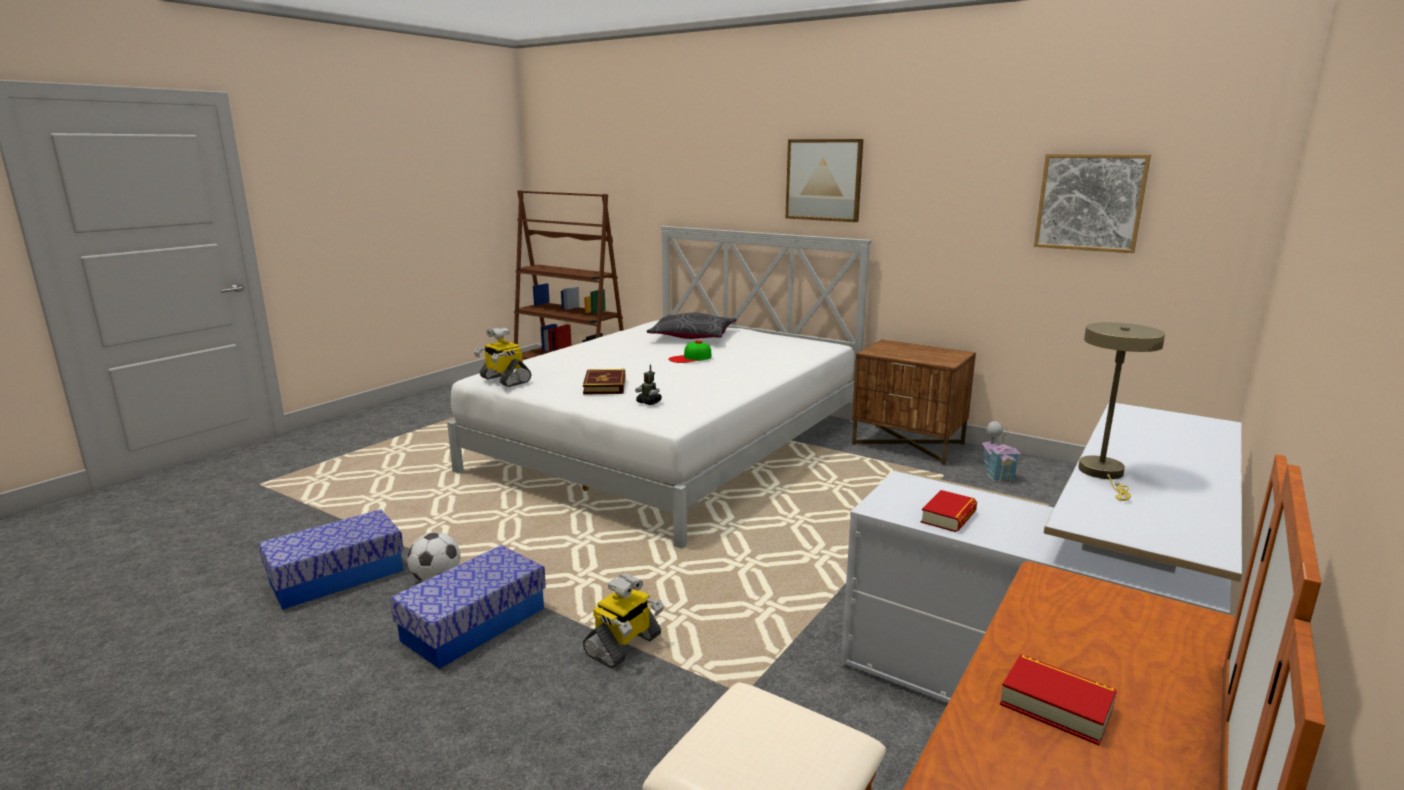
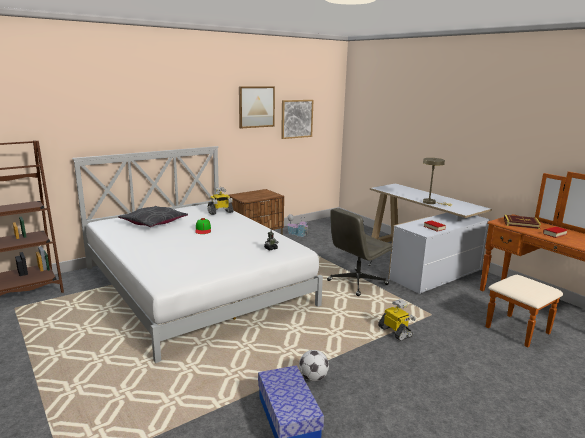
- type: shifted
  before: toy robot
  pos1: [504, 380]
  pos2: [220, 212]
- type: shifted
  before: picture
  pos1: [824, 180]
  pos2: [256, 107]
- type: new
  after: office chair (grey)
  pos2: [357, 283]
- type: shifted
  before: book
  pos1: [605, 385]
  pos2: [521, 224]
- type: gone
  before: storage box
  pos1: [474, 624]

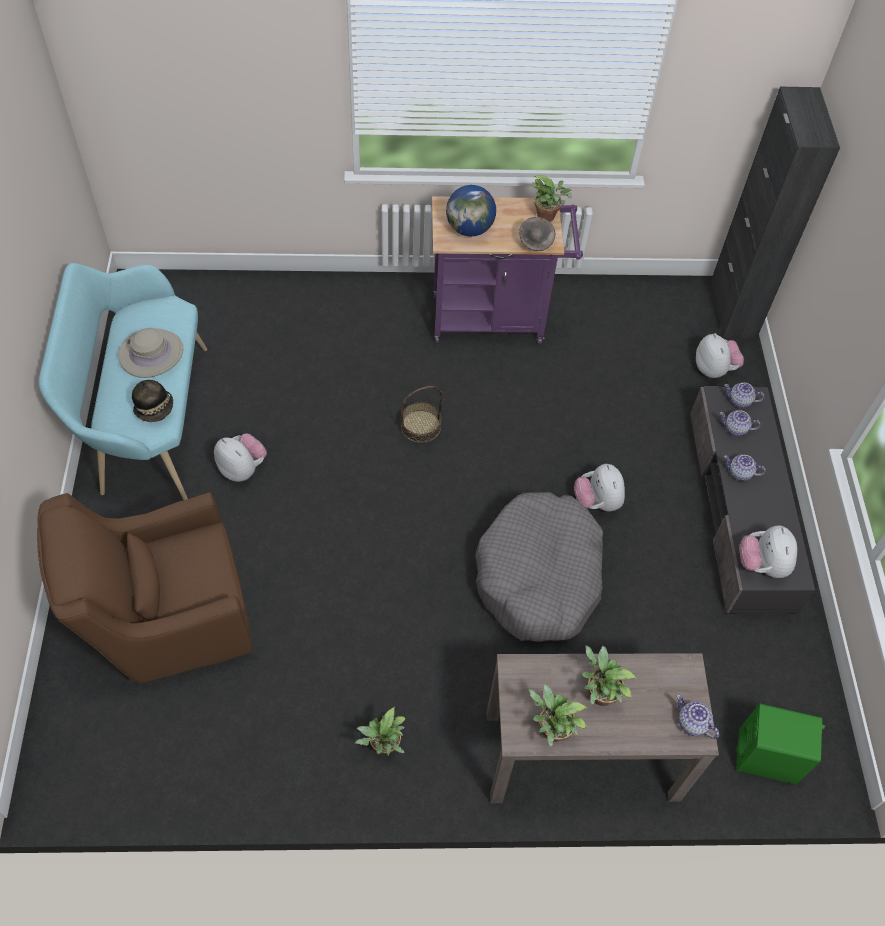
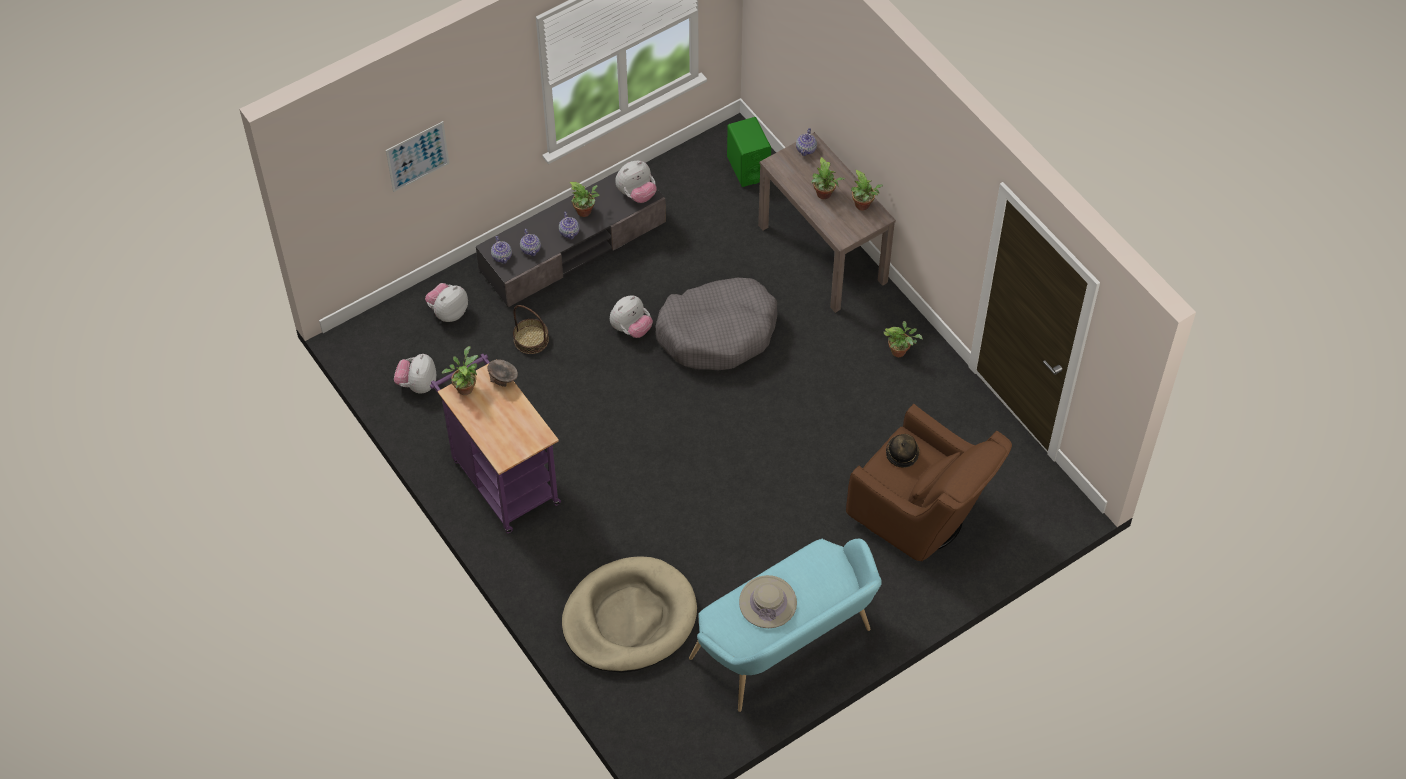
- type: new
  after: picture
  pos2: [417, 156]
- type: shifted
  before: plush toy
  pos1: [242, 468]
  pos2: [417, 384]
- type: shifted
  before: basket
  pos1: [420, 426]
  pos2: [531, 339]
- type: new
  after: dog bed (beige)
  pos2: [629, 618]
- type: new
  after: potted plant
  pos2: [585, 212]
- type: shifted
  before: hat
  pos1: [155, 408]
  pos2: [902, 453]
- type: gone
  before: globe
  pos1: [470, 229]
- type: gone
  before: cabinet (black)
  pos1: [733, 309]

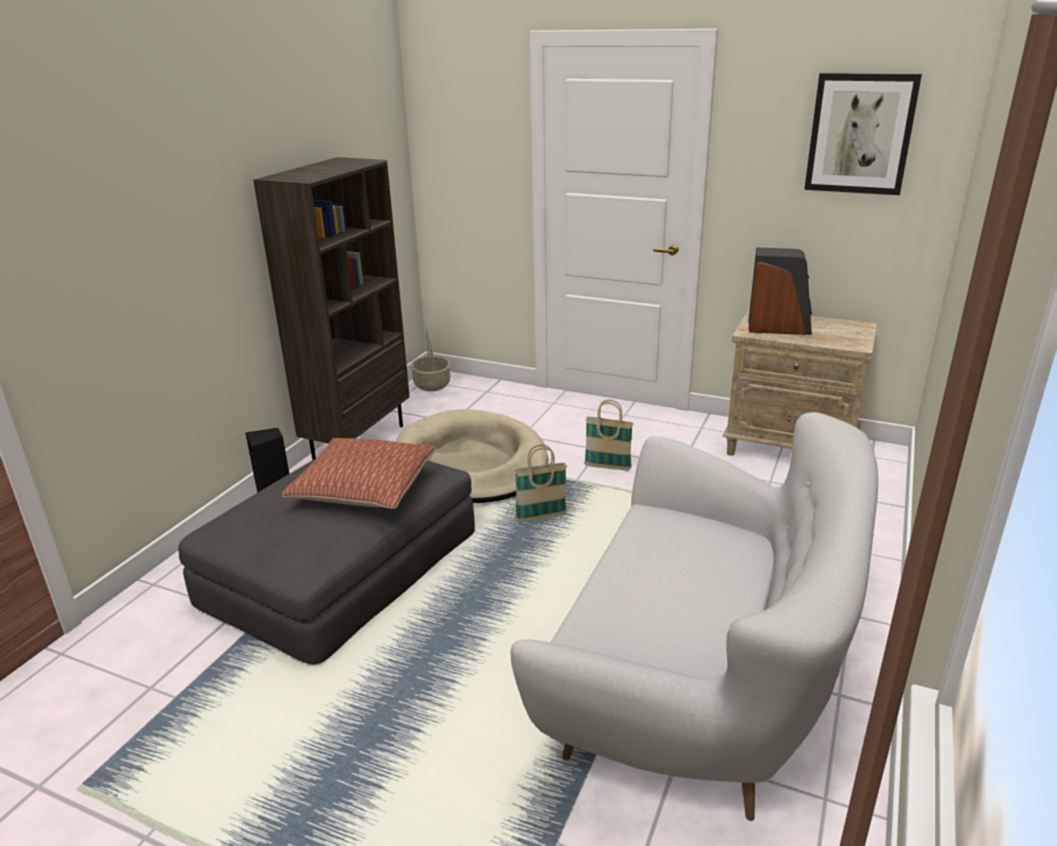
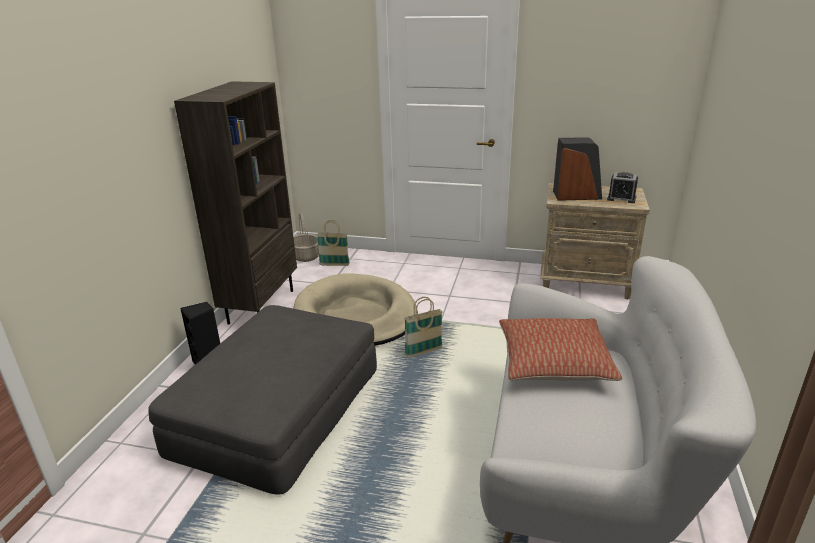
- type: shifted
  before: basket
  pos1: [607, 467]
  pos2: [334, 265]
- type: shifted
  before: pillow
  pos1: [364, 488]
  pos2: [553, 362]
- type: new
  after: alarm clock
  pos2: [621, 198]
- type: gone
  before: picture
  pos1: [860, 134]

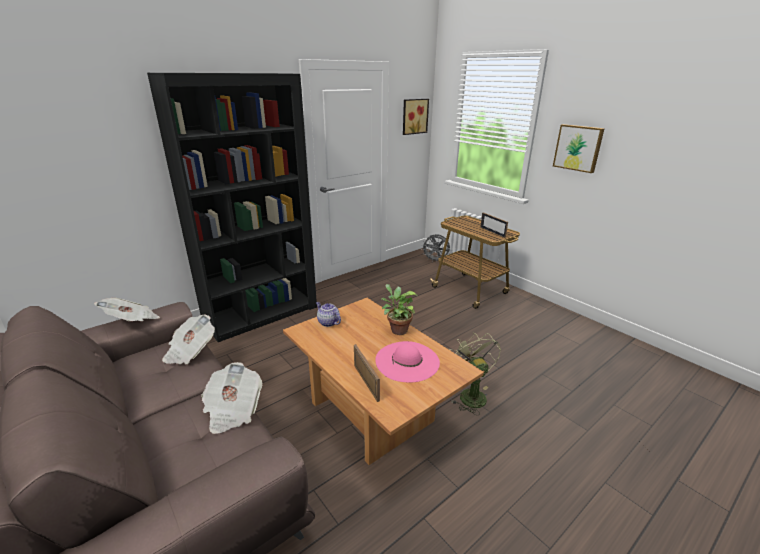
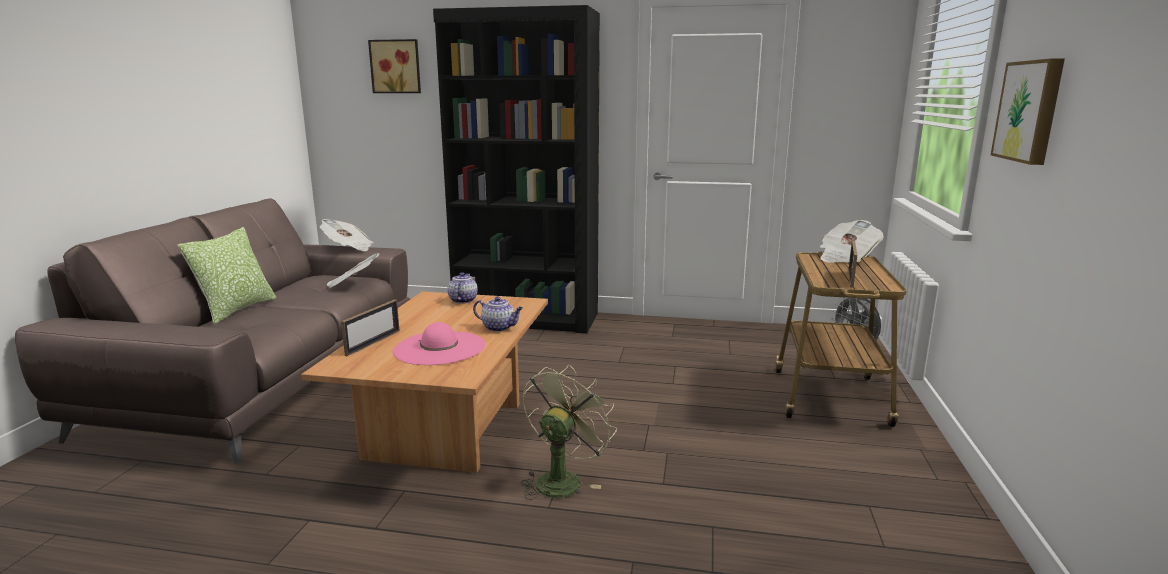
- type: new
  after: pillow
  pos2: [236, 309]
- type: shifted
  before: picture
  pos1: [414, 116]
  pos2: [396, 66]
- type: swapped
  before: potted plant
  after: teapot
  pos1: [397, 330]
  pos2: [499, 328]
- type: shifted
  before: newspaper
  pos1: [233, 410]
  pos2: [846, 258]

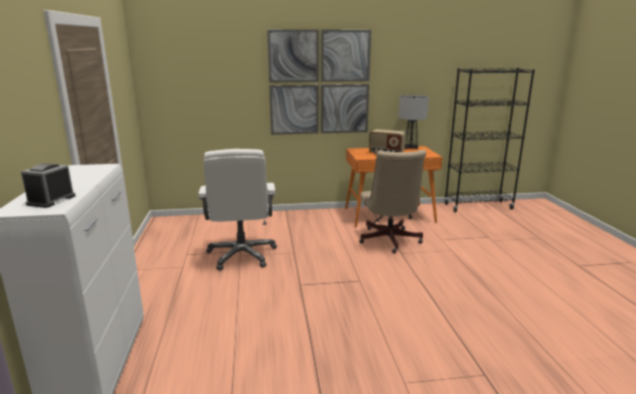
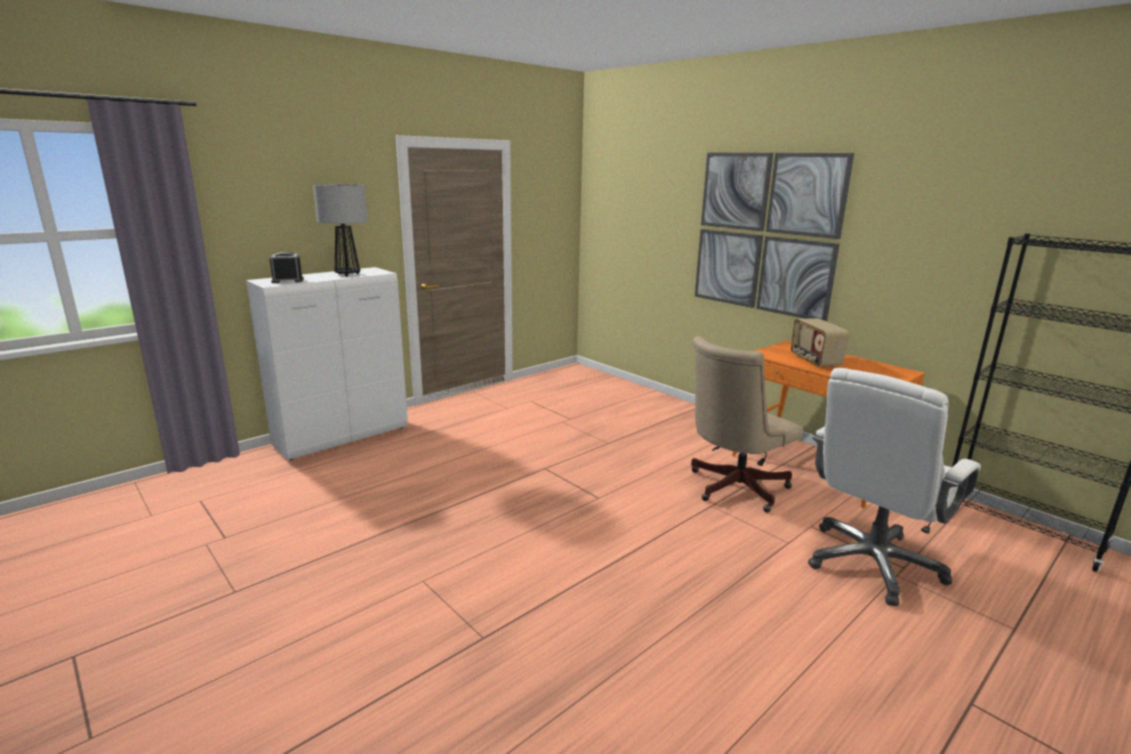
- type: shifted
  before: table lamp
  pos1: [410, 148]
  pos2: [348, 274]
- type: shifted
  before: office chair (white)
  pos1: [242, 255]
  pos2: [872, 563]

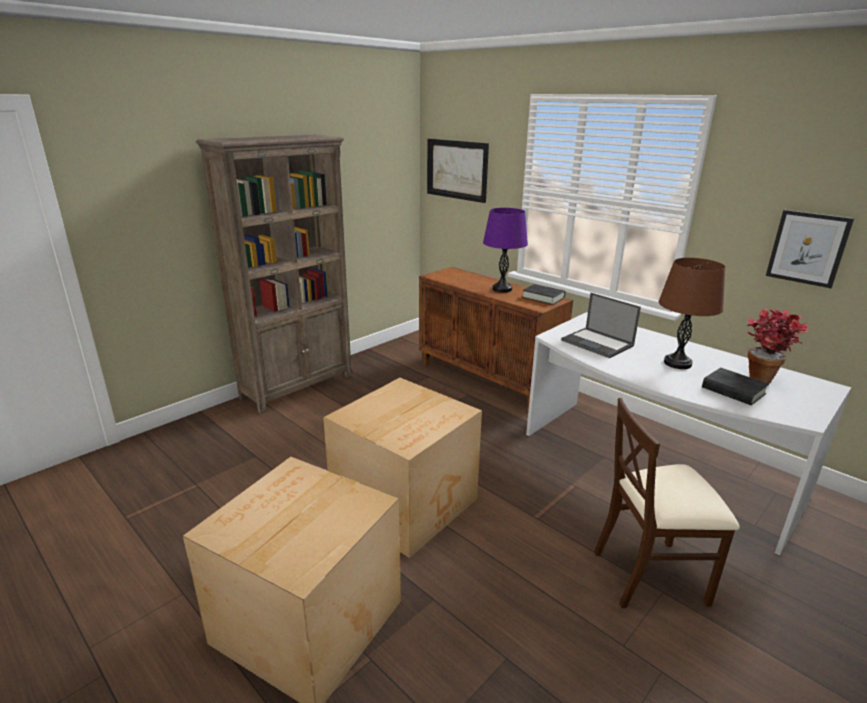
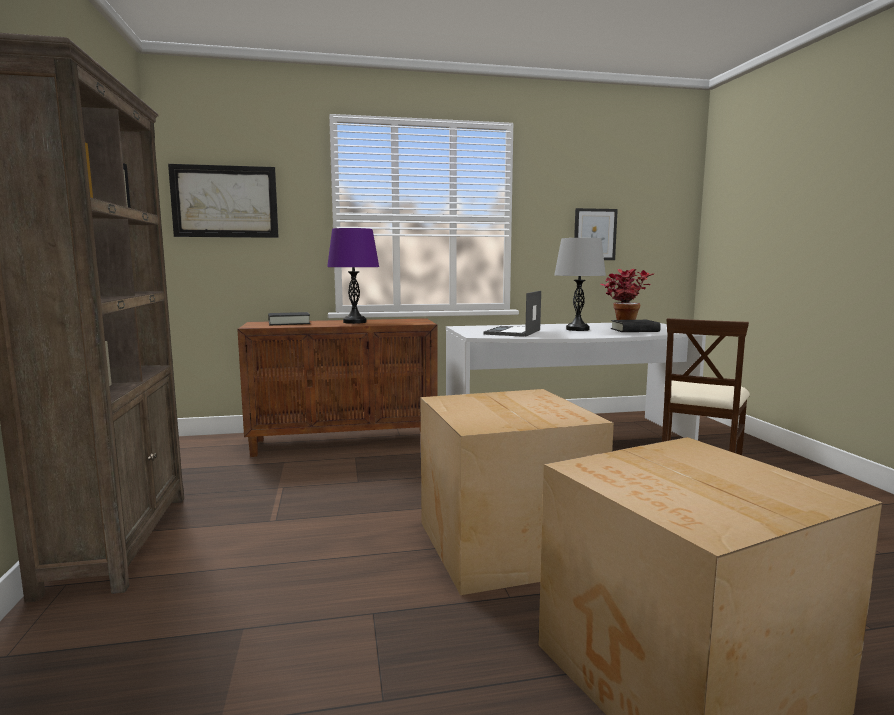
- type: shifted
  before: book (black)
  pos1: [543, 298]
  pos2: [289, 323]
- type: rotated
  before: laptop
  pos1: [598, 343]
  pos2: [512, 332]
  turn: 120
- type: repainted
  before: table lamp (brown)
  after: table lamp (grey)
  pos1: [677, 363]
  pos2: [577, 329]

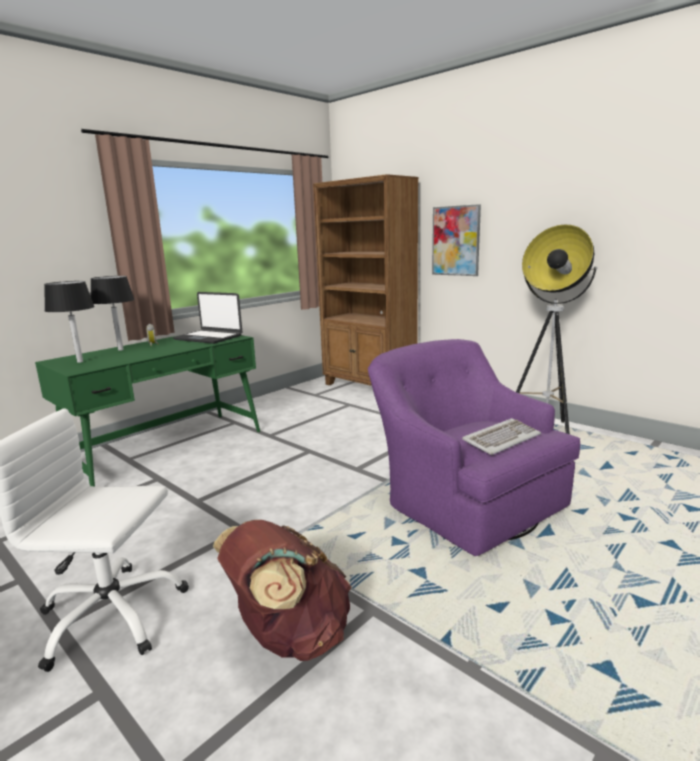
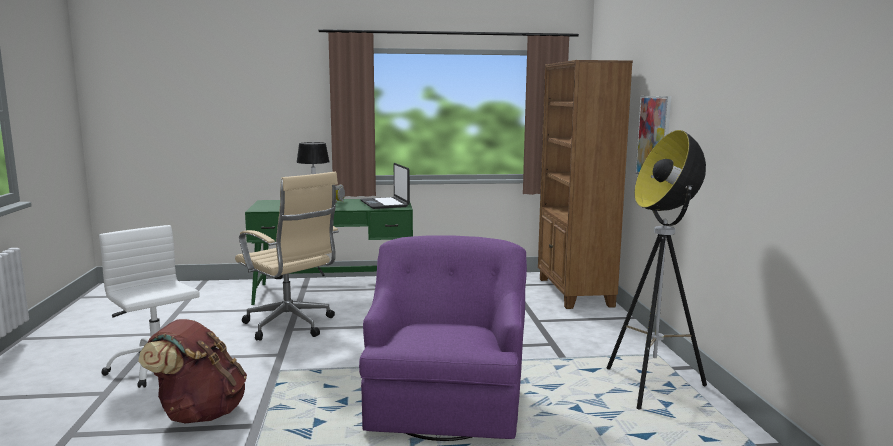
- type: new
  after: office chair (beige)
  pos2: [291, 326]
- type: gone
  before: table lamp (black)
  pos1: [80, 362]
- type: gone
  before: keyboard
  pos1: [501, 439]

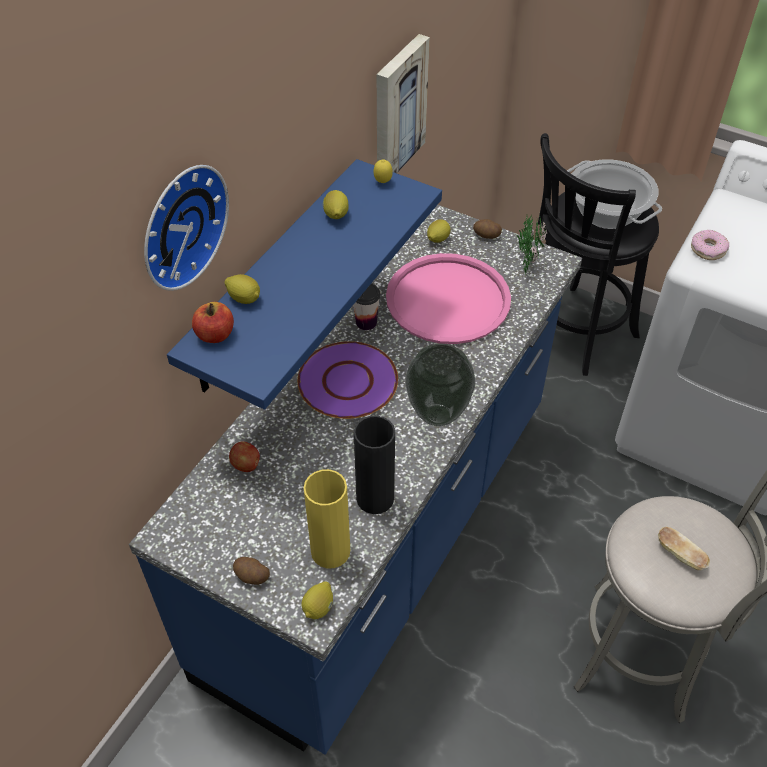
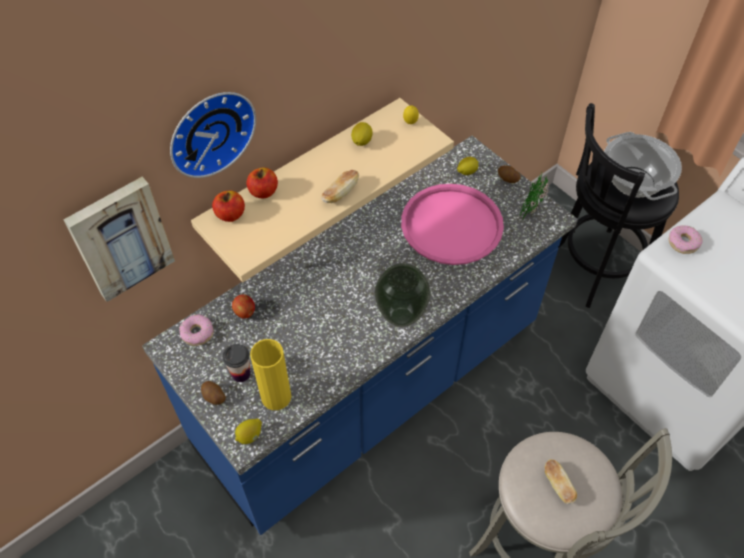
- type: shifted
  before: picture
  pos1: [397, 108]
  pos2: [120, 238]
- type: new
  after: donut
  pos2: [197, 333]
- type: repainted
  before: shelf (blue)
  after: shelf (beige)
  pos1: [274, 278]
  pos2: [303, 178]
- type: shifted
  before: cup
  pos1: [366, 322]
  pos2: [241, 373]
- type: swapped
  before: lemon
  after: apple
  pos1: [244, 298]
  pos2: [263, 192]
- type: new
  after: bread
  pos2: [340, 193]
- type: gone
  before: plate (purple)
  pos1: [348, 382]
- type: gone
  before: vase (black)
  pos1: [375, 498]

